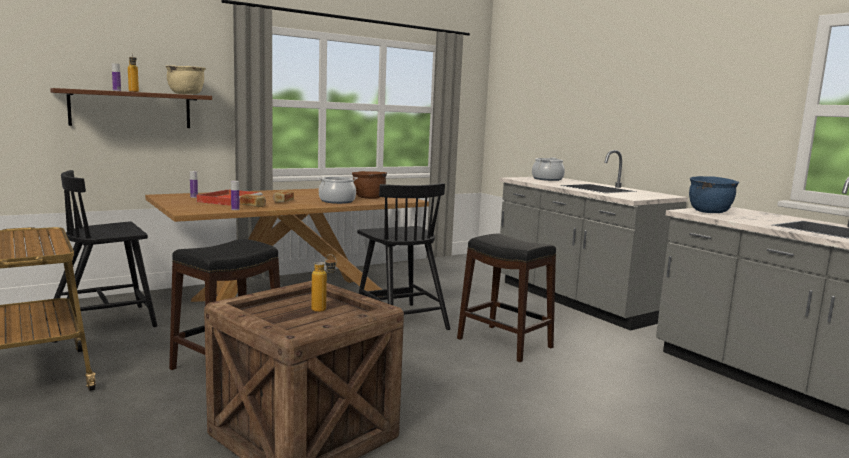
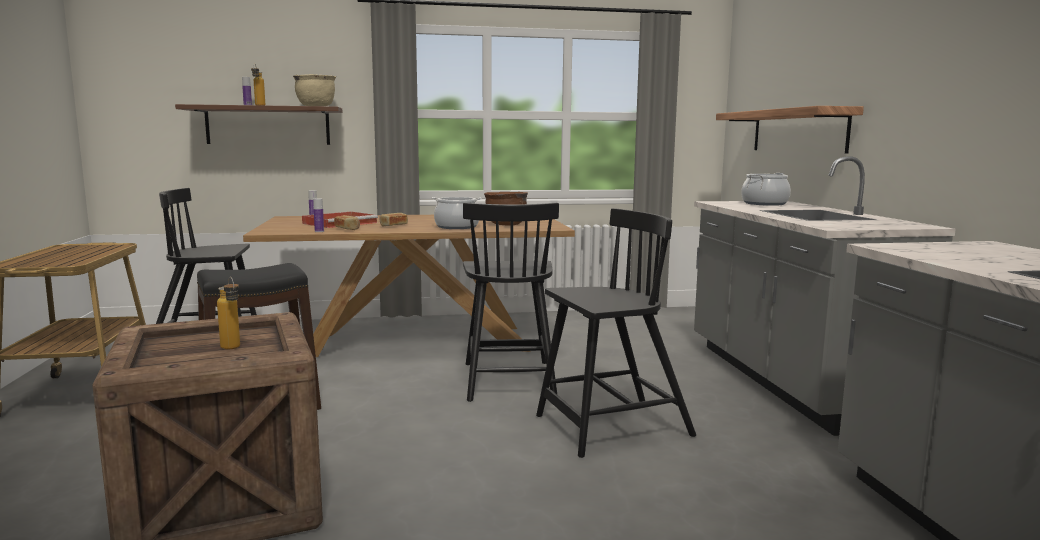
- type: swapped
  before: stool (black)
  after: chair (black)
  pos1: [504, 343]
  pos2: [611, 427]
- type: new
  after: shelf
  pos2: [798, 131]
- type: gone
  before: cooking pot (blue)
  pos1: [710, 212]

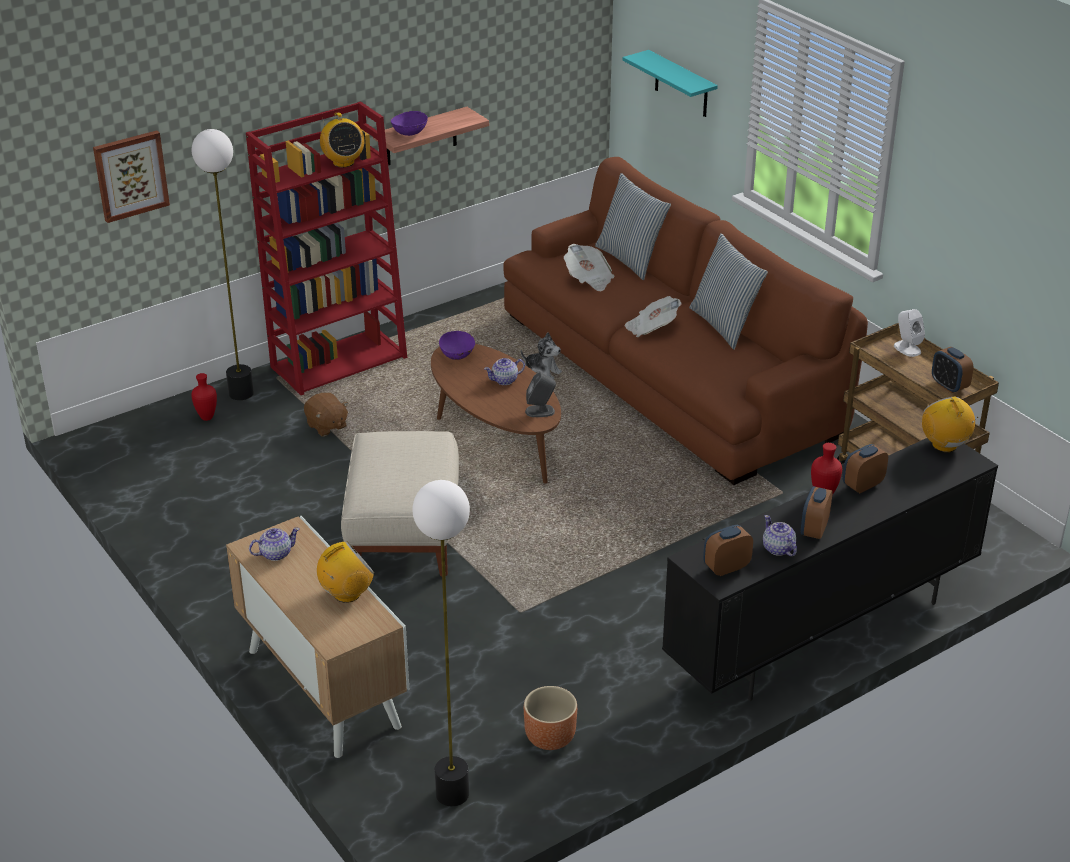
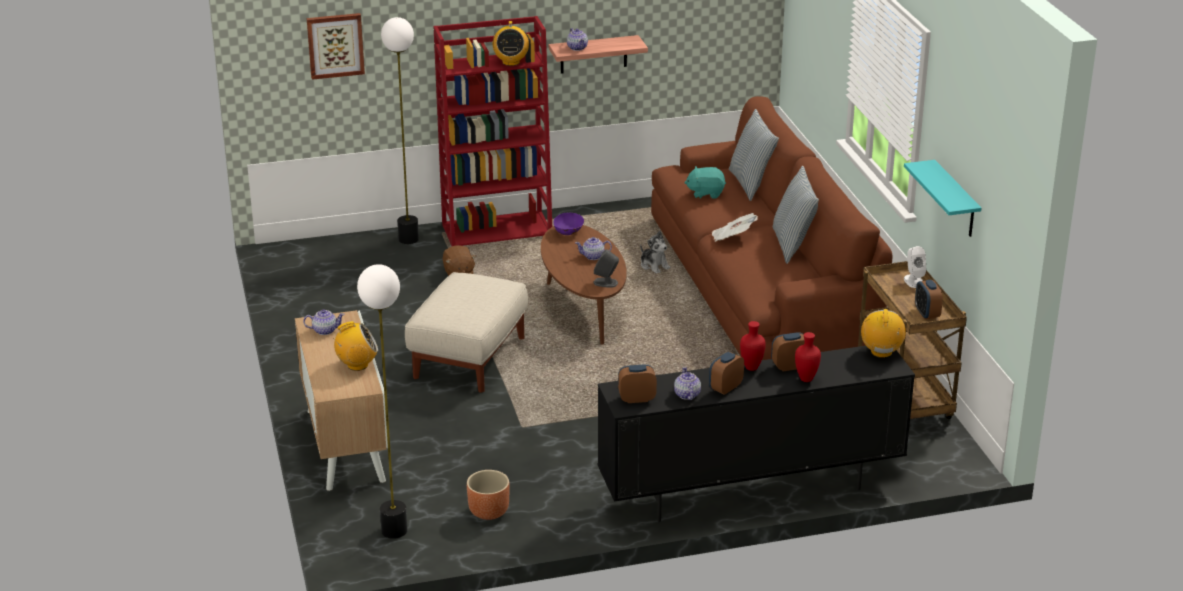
- type: swapped
  before: bowl (purple)
  after: teapot
  pos1: [409, 132]
  pos2: [577, 48]
- type: swapped
  before: newspaper
  after: plush toy (turquoise)
  pos1: [589, 279]
  pos2: [705, 193]
- type: shifted
  before: vase (red)
  pos1: [206, 418]
  pos2: [805, 379]
- type: shifted
  before: shelf (turquoise)
  pos1: [681, 85]
  pos2: [956, 200]

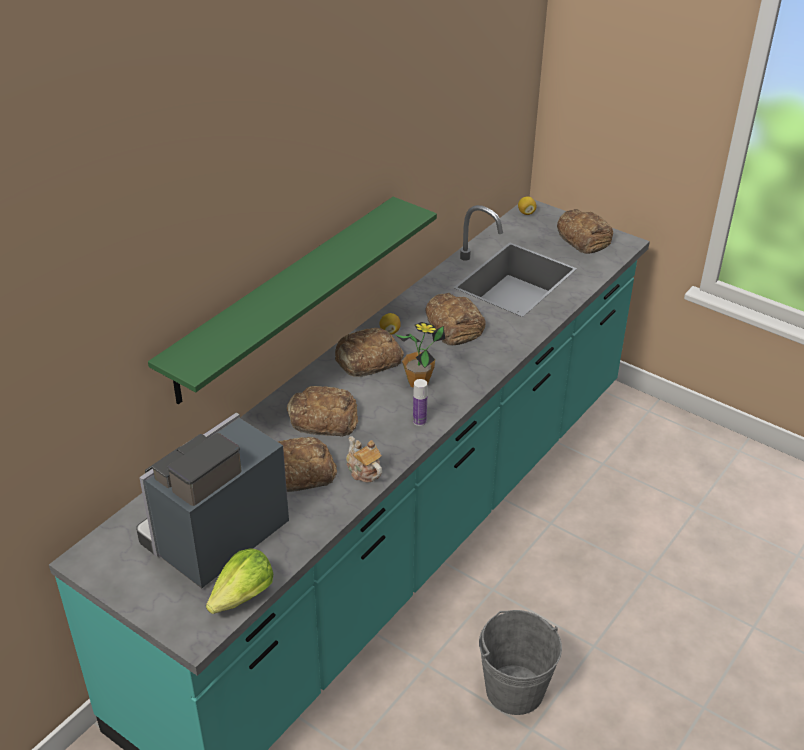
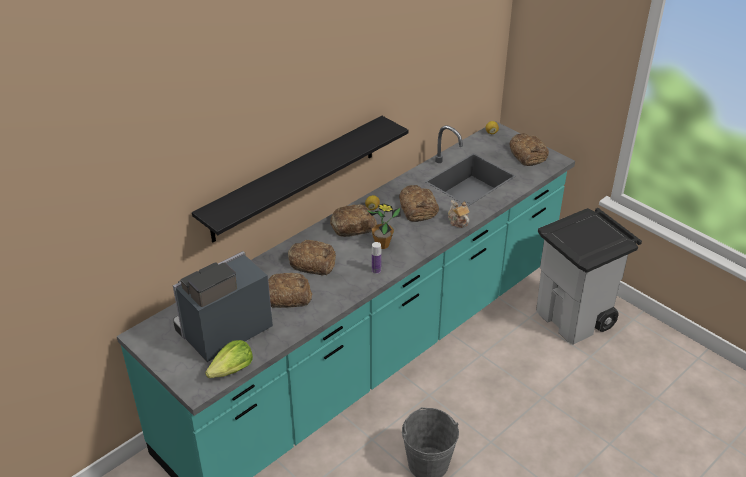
- type: repainted
  before: shelf (green)
  after: shelf (black)
  pos1: [284, 297]
  pos2: [295, 178]
- type: shifted
  before: teapot
  pos1: [363, 471]
  pos2: [457, 221]
- type: new
  after: trash can (grey)
  pos2: [575, 318]

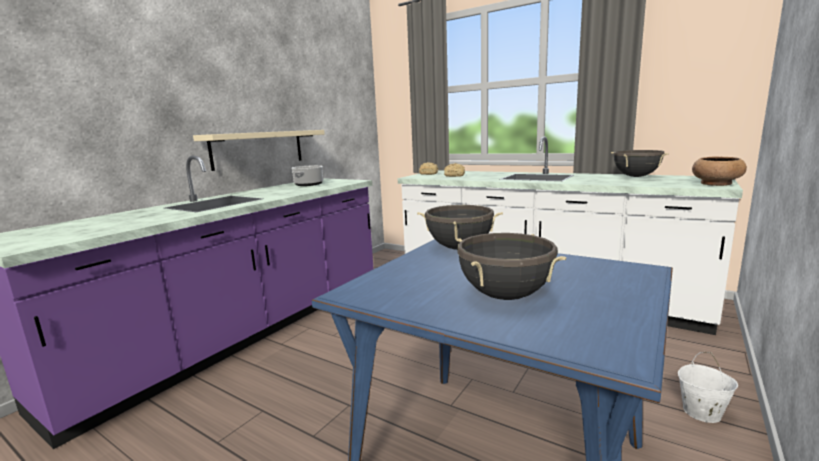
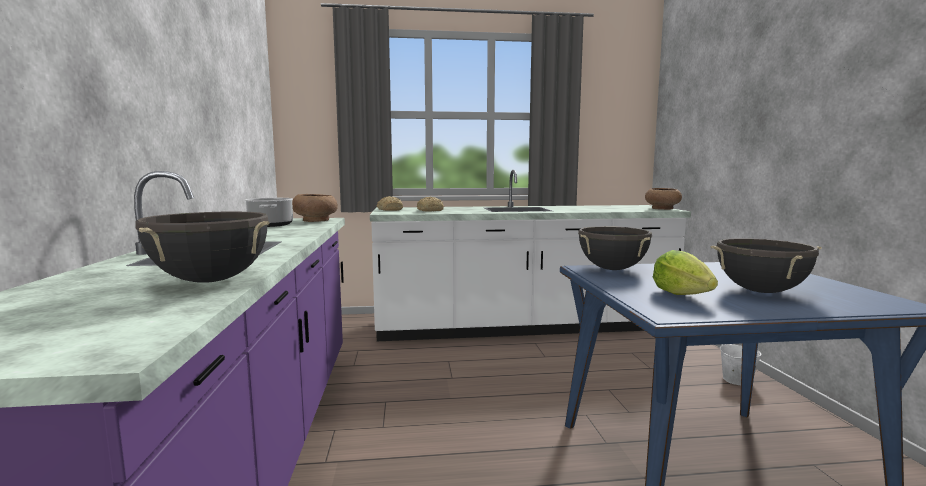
- type: shifted
  before: cooking pot (black)
  pos1: [636, 176]
  pos2: [211, 281]
- type: new
  after: bowl (brown)
  pos2: [316, 220]
- type: new
  after: lettuce
  pos2: [682, 294]
- type: gone
  before: shelf (beige)
  pos1: [258, 149]

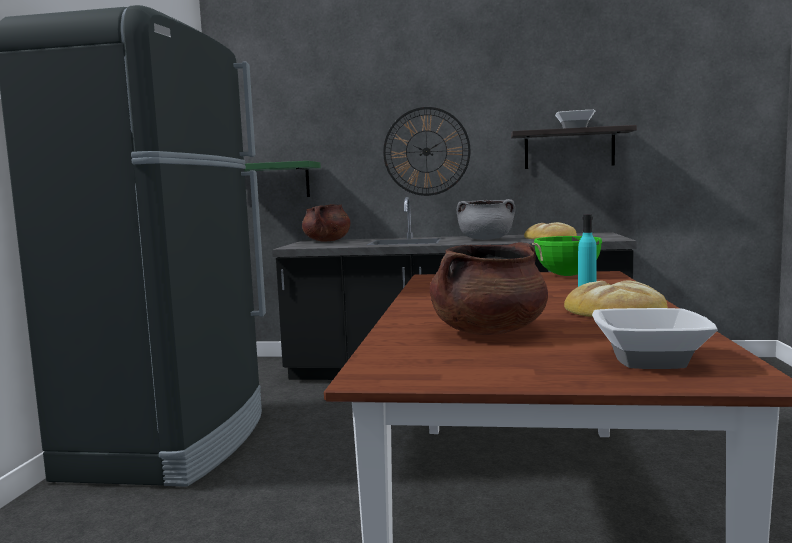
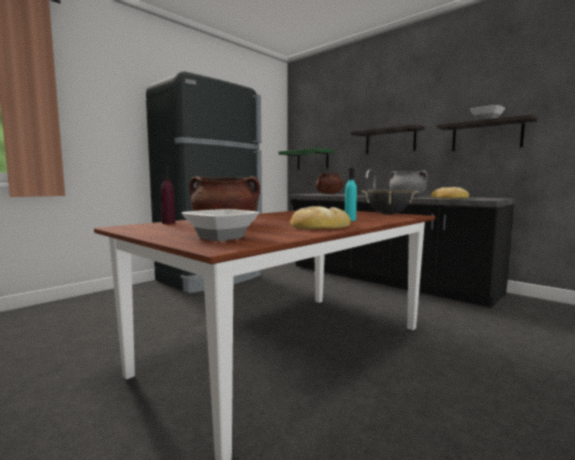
- type: new
  after: bottle (purple)
  pos2: [168, 223]
- type: swapped
  before: wall clock
  after: shelf
  pos1: [426, 151]
  pos2: [390, 141]
- type: repainted
  before: cooking pot (green)
  after: cooking pot (black)
  pos1: [567, 275]
  pos2: [388, 214]

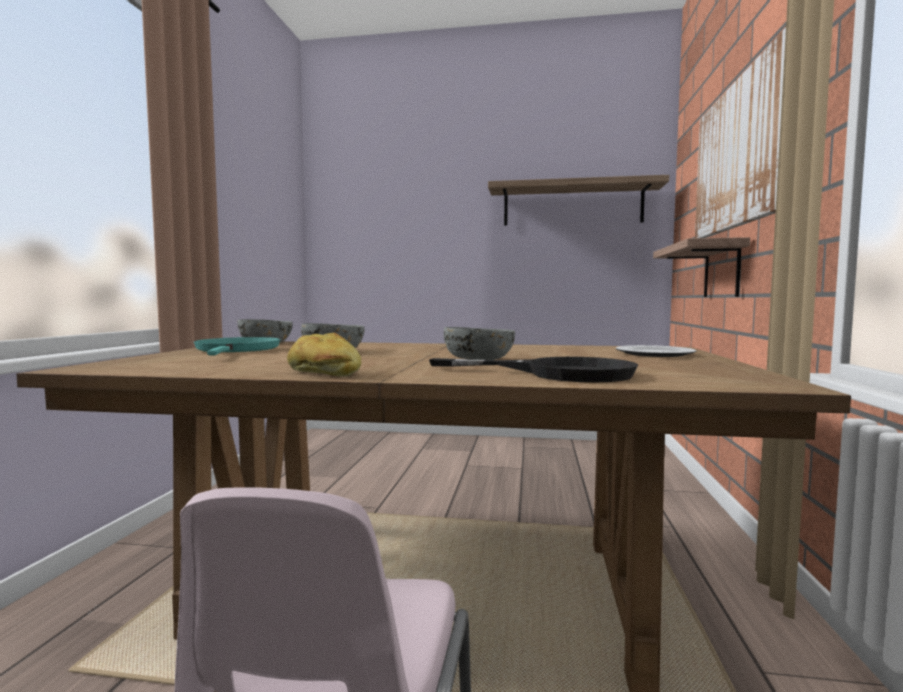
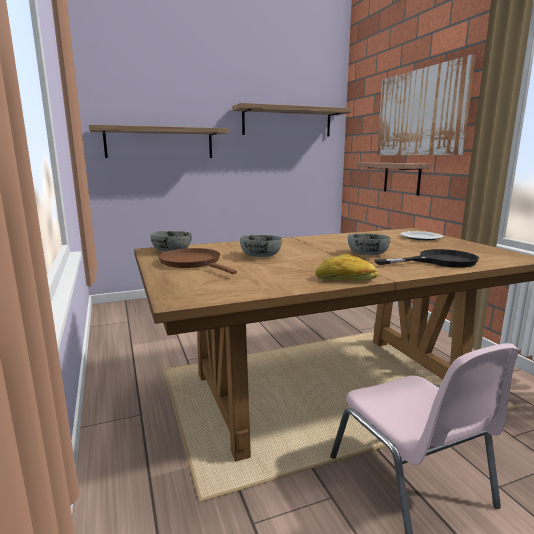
- type: new
  after: shelf
  pos2: [159, 143]
- type: repainted
  before: frying pan (turquoise)
  after: frying pan (brown)
  pos1: [237, 350]
  pos2: [193, 263]

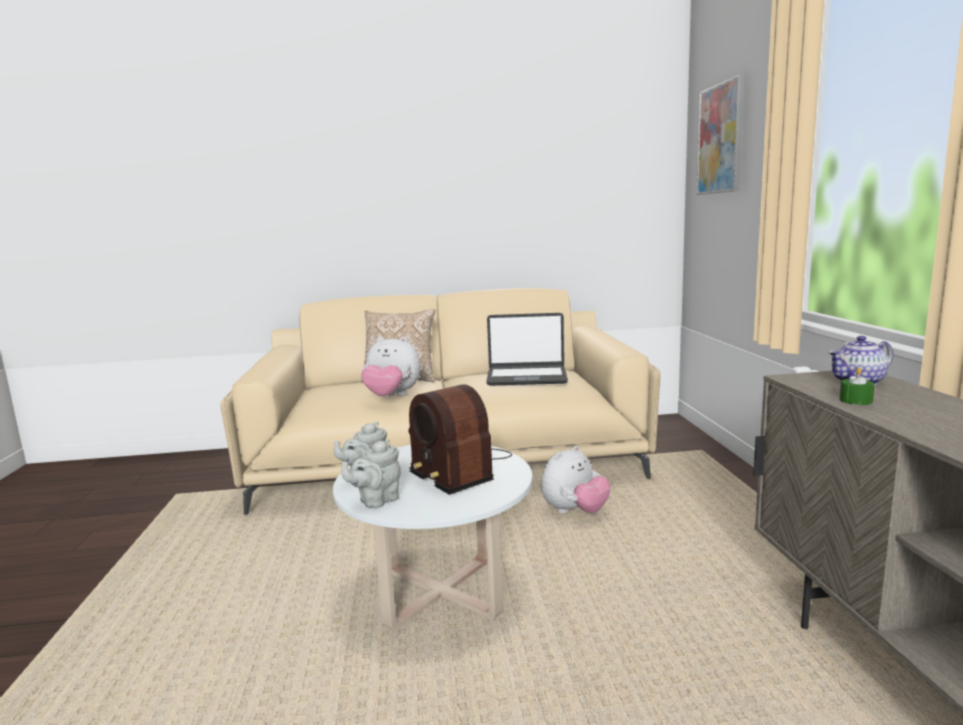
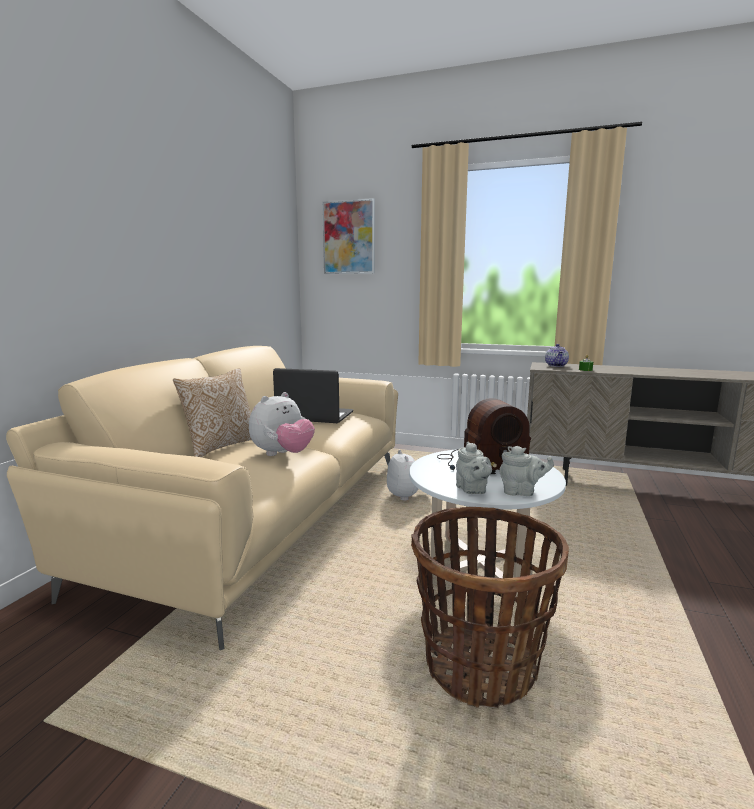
- type: rotated
  before: laptop
  pos1: [526, 377]
  pos2: [315, 416]
  turn: -105
- type: new
  after: basket
  pos2: [480, 665]
- type: rotated
  before: teapot (grey)
  pos1: [376, 501]
  pos2: [521, 492]
  turn: -60

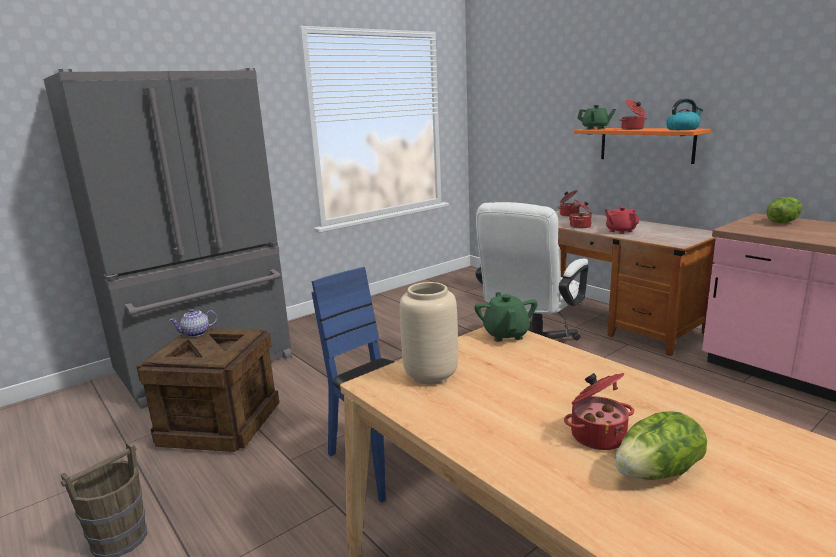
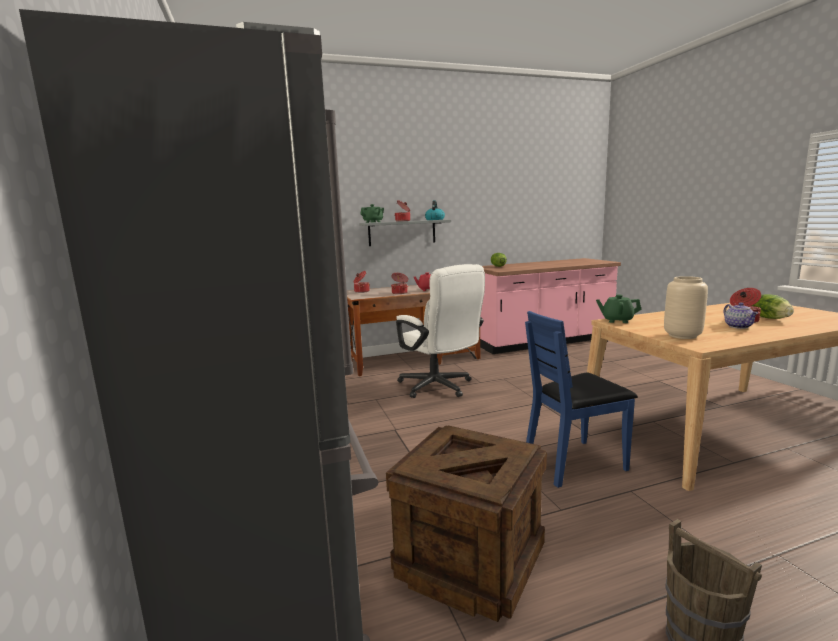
- type: repainted
  before: shelf (orange)
  after: shelf (grey)
  pos1: [646, 144]
  pos2: [402, 232]
- type: shifted
  before: teapot
  pos1: [196, 333]
  pos2: [739, 326]

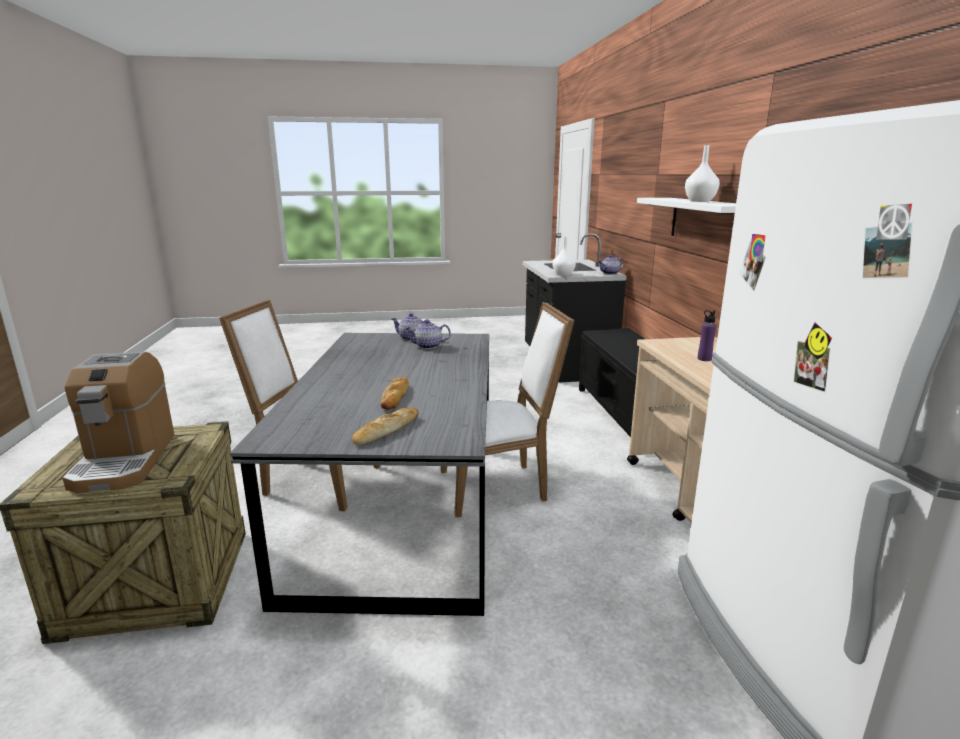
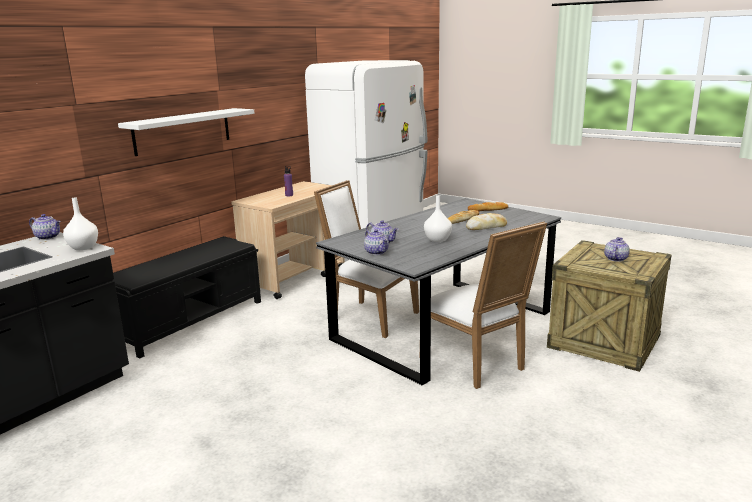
- type: shifted
  before: vase (white)
  pos1: [700, 201]
  pos2: [437, 239]
- type: new
  after: bread
  pos2: [486, 227]
- type: swapped
  before: coffee machine
  after: teapot
  pos1: [125, 460]
  pos2: [615, 259]

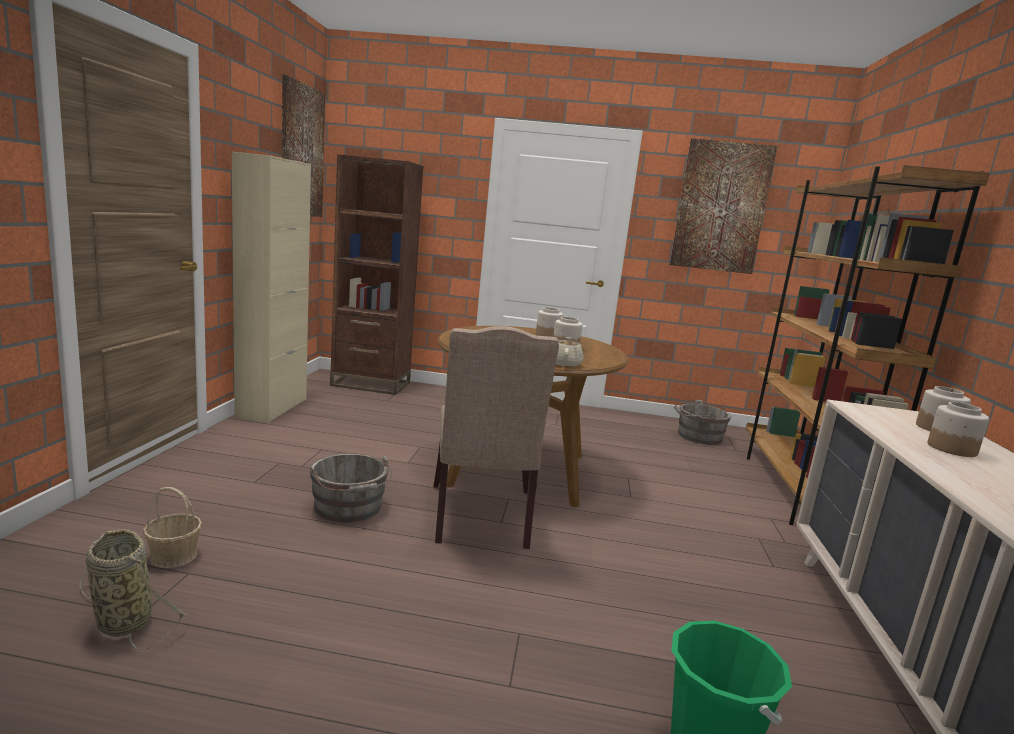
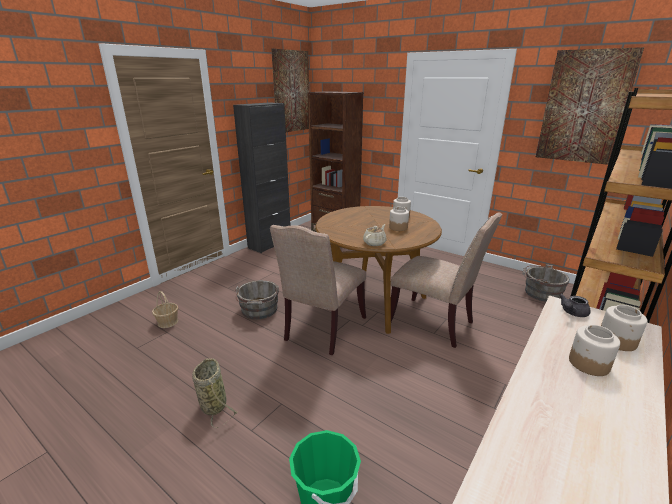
- type: shifted
  before: basket
  pos1: [122, 620]
  pos2: [213, 404]
- type: repainted
  before: cabinet (beige)
  after: cabinet (black)
  pos1: [272, 408]
  pos2: [270, 243]
- type: new
  after: chair (beige)
  pos2: [434, 324]
- type: new
  after: teapot (grey)
  pos2: [572, 313]

